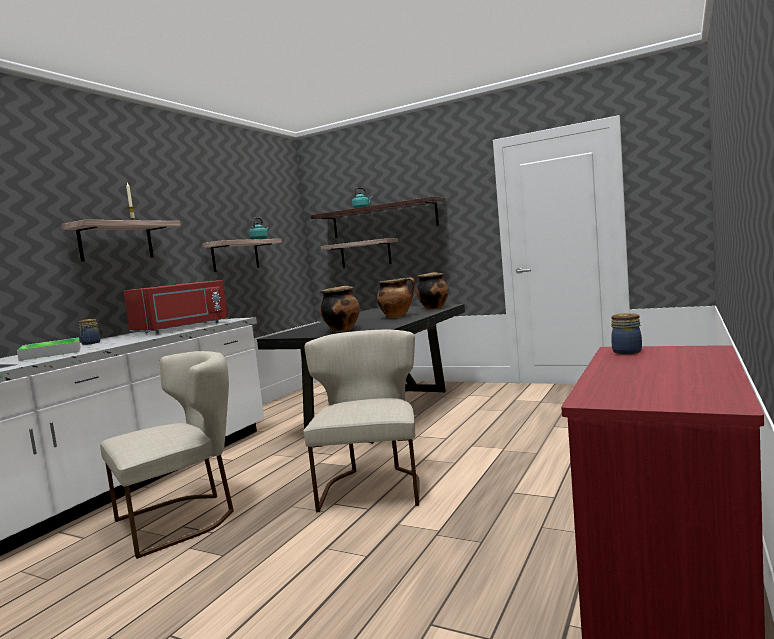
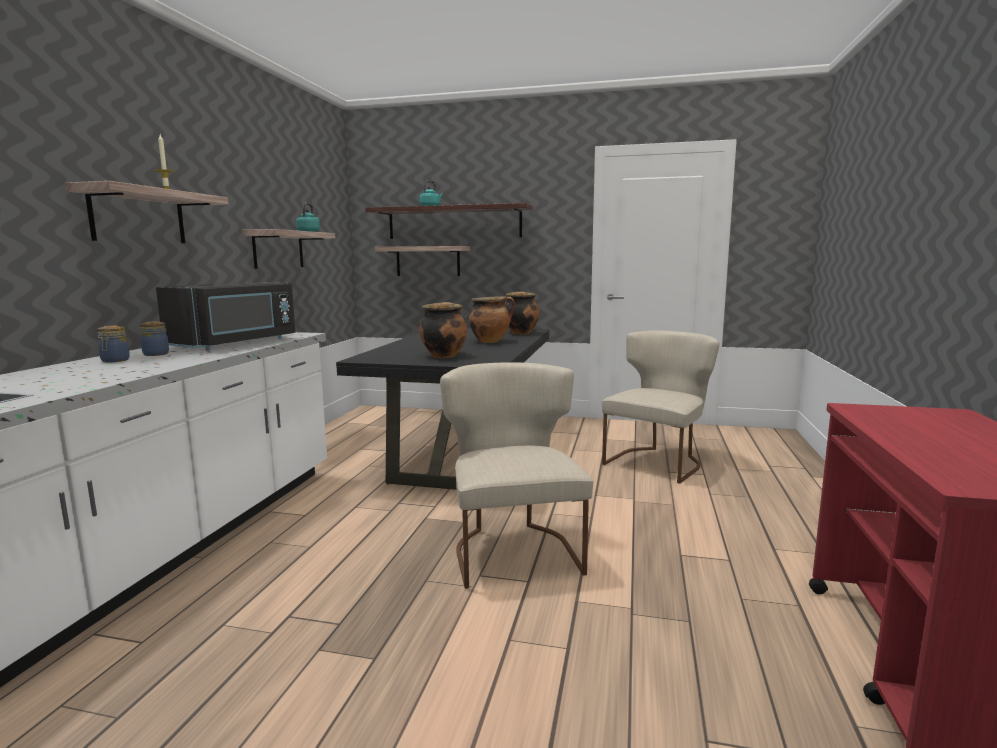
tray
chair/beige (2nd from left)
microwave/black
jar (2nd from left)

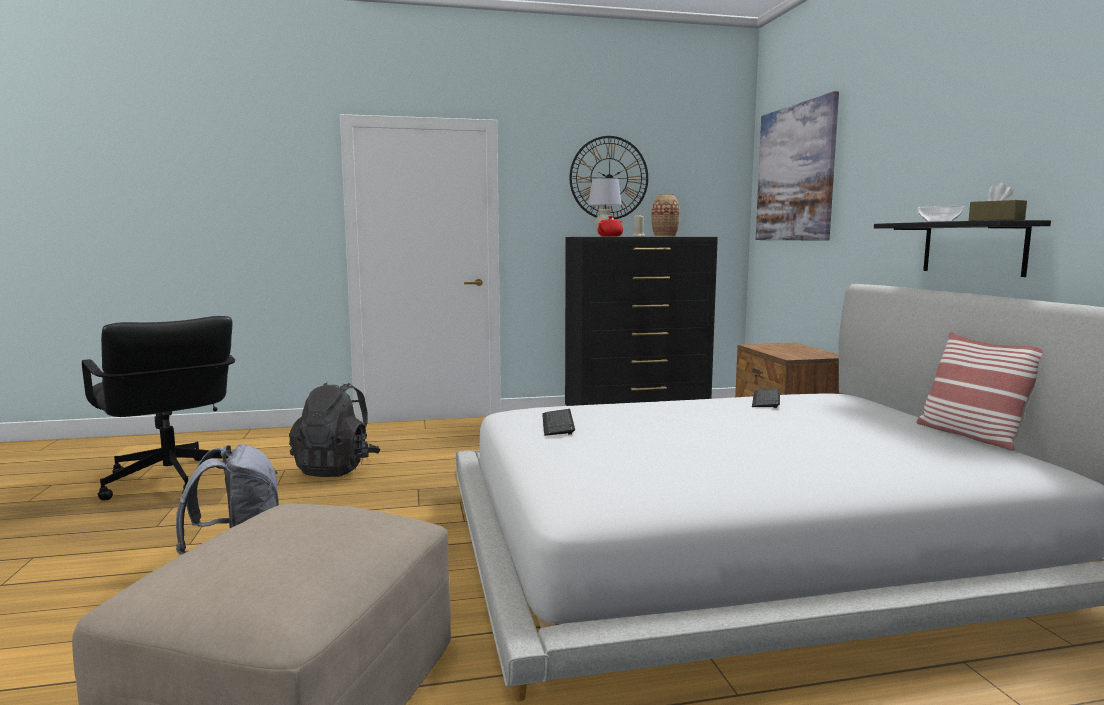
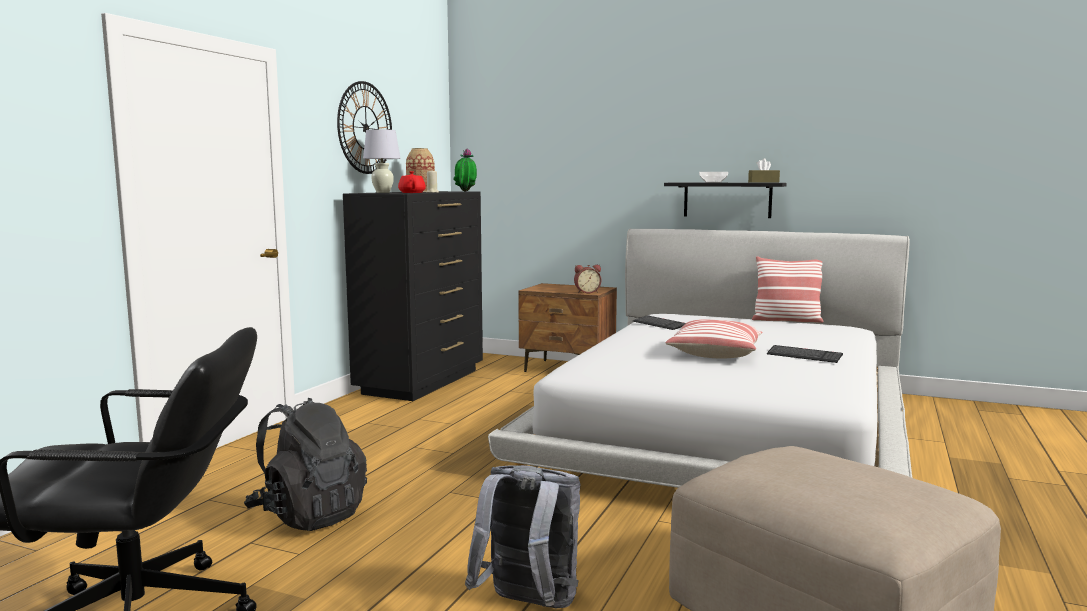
keyboard (2nd from left)
picture
potted plant
alarm clock
pillow (1st from left)

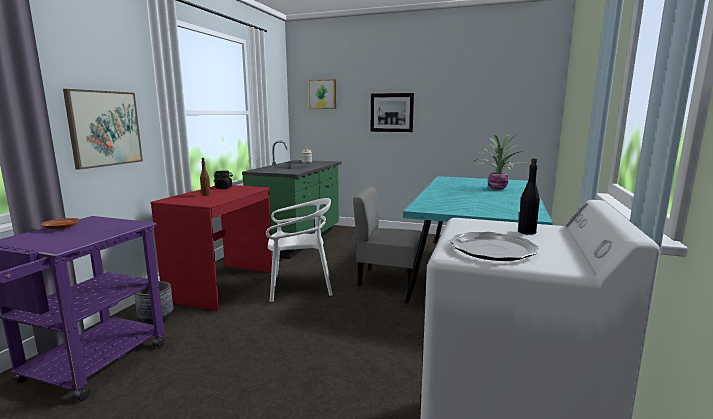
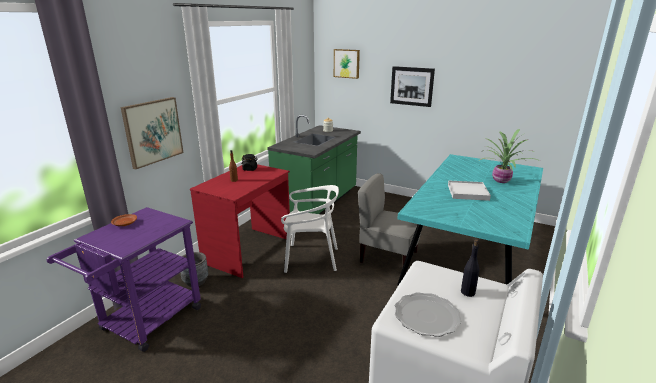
tray/white

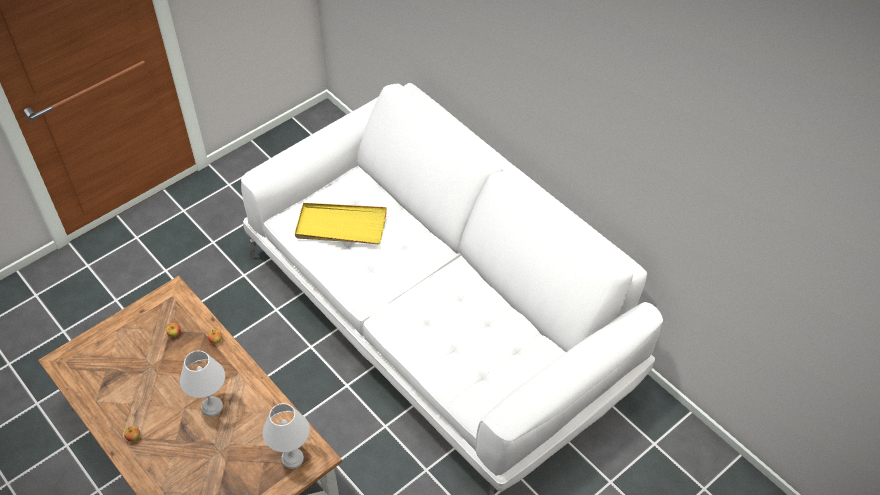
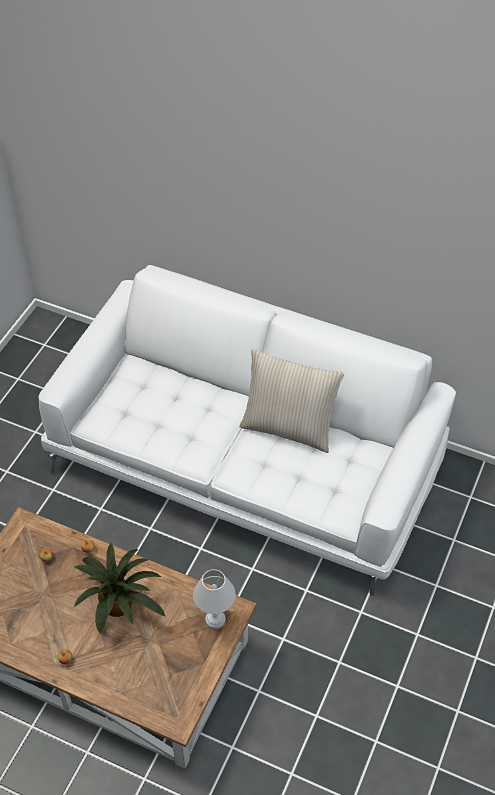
potted plant
tray/yellow
pillow/beige

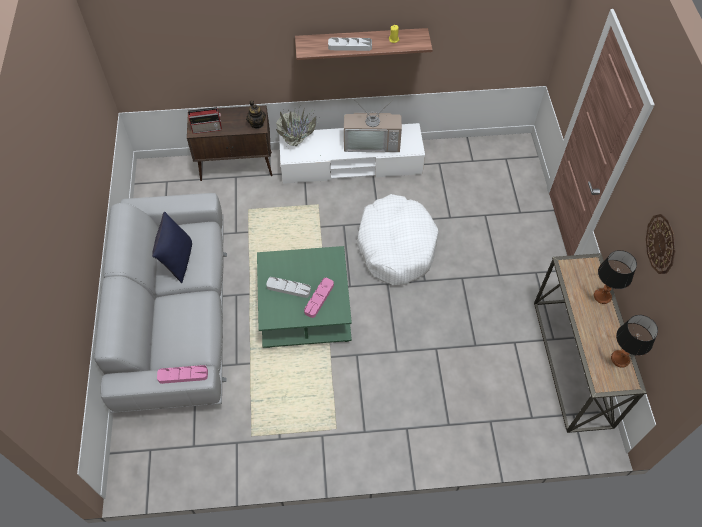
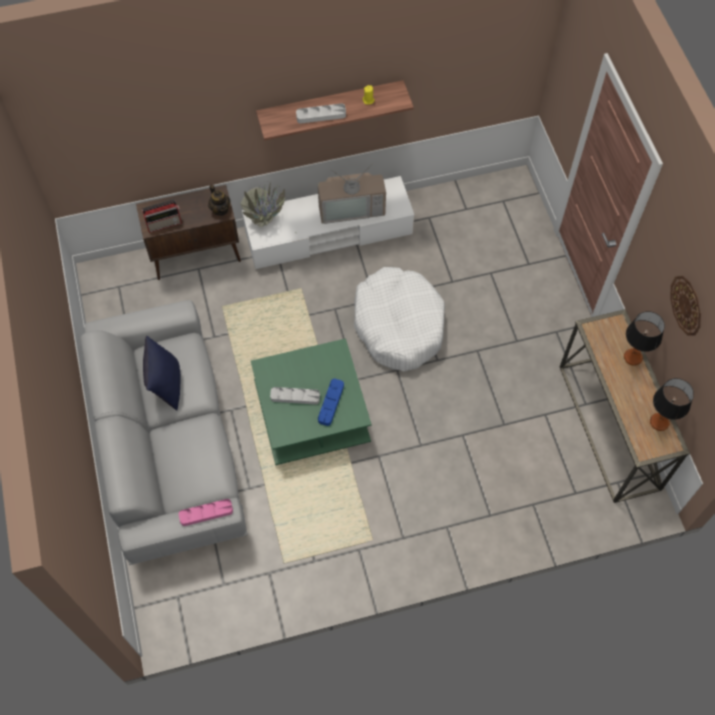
tray/blue

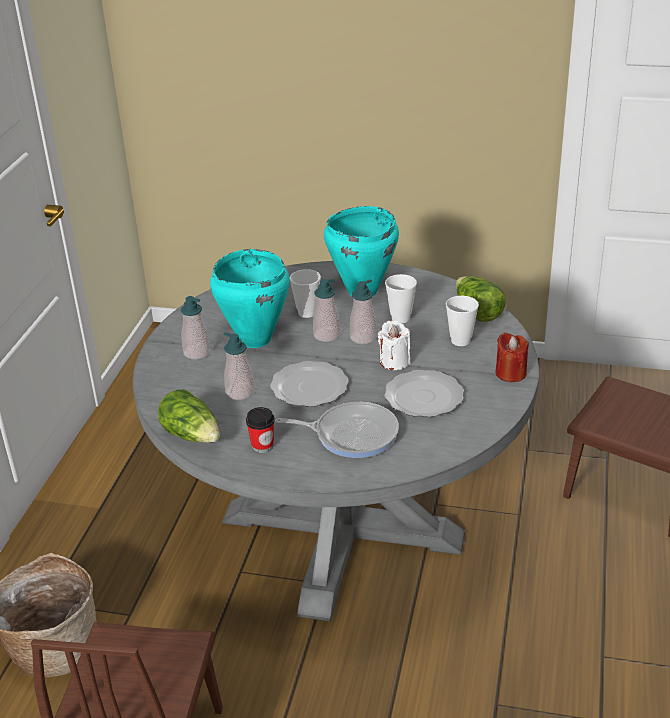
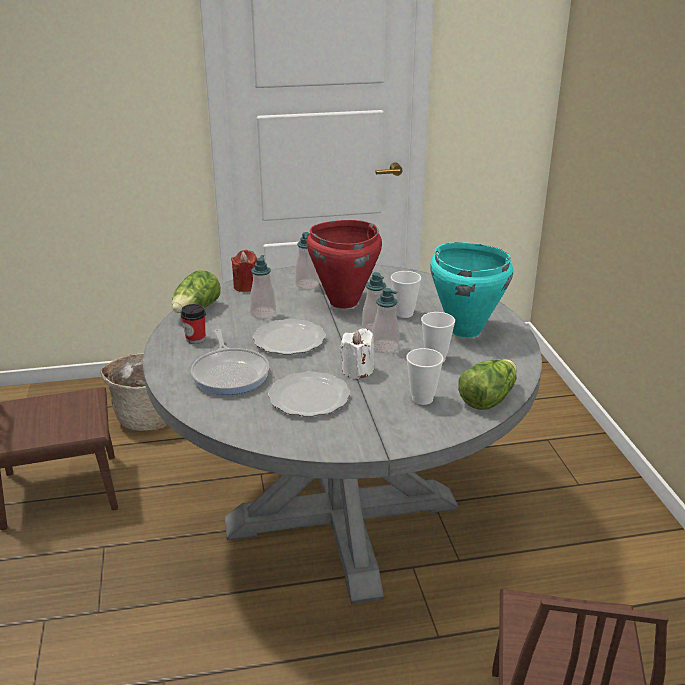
cooking pot/red
candle/red

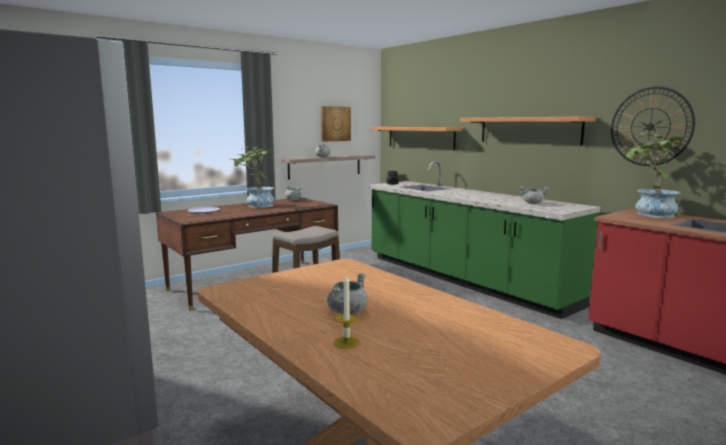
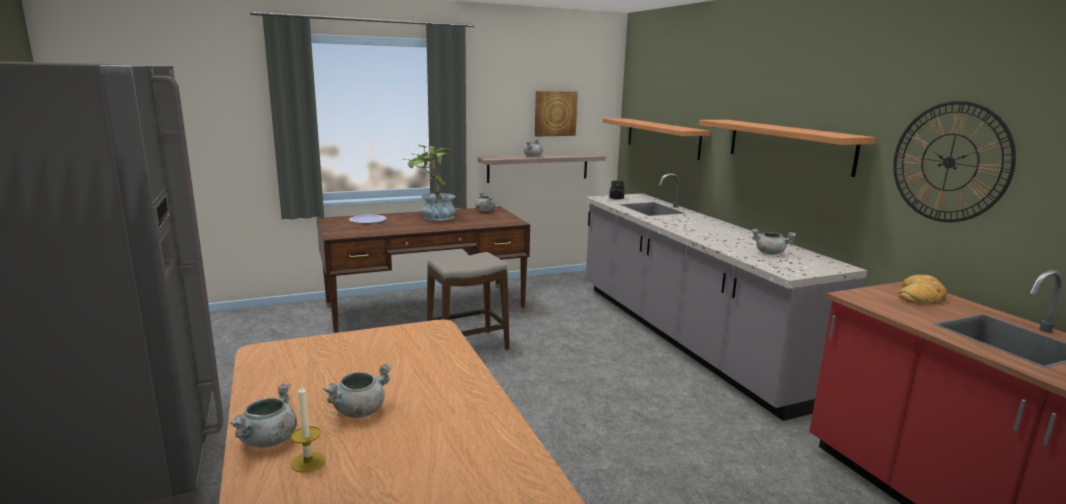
counter/grey
bread
cooking pot/grey (1st from left)

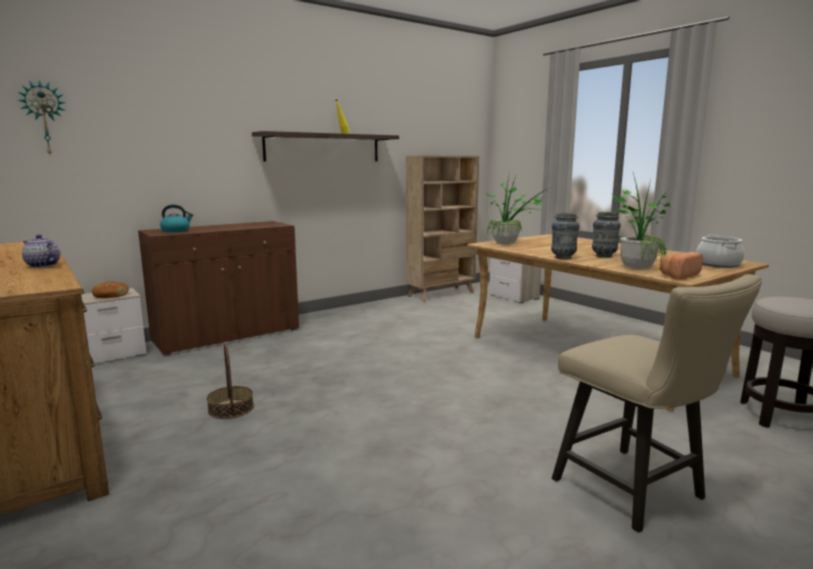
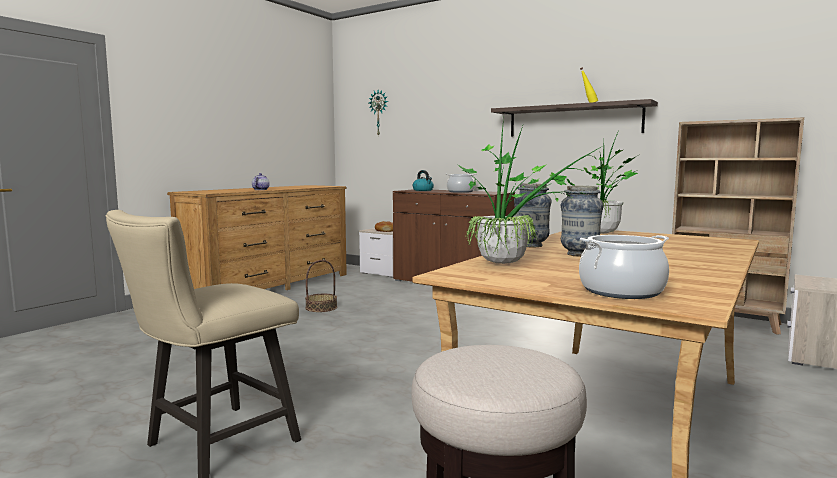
bread (2nd from left in the first image)
cooking pot (1st from left)

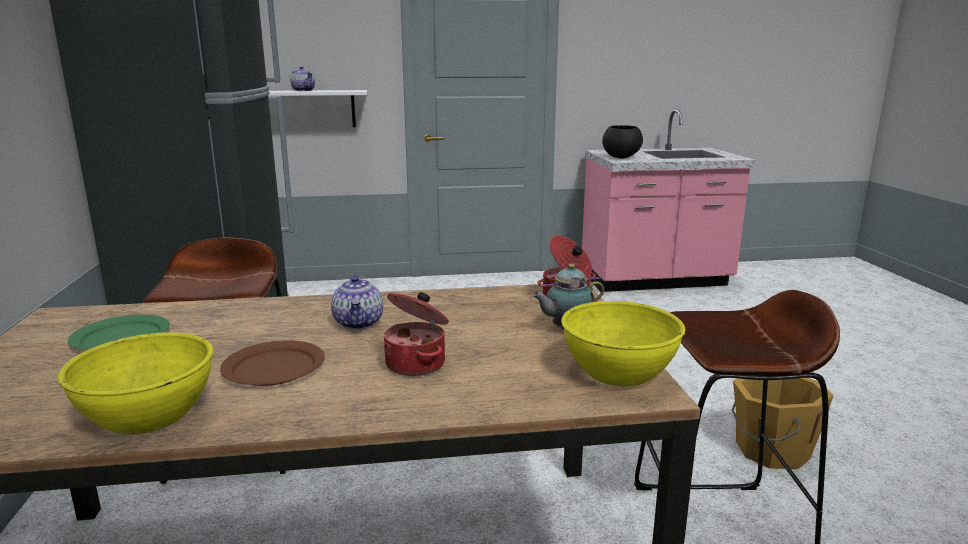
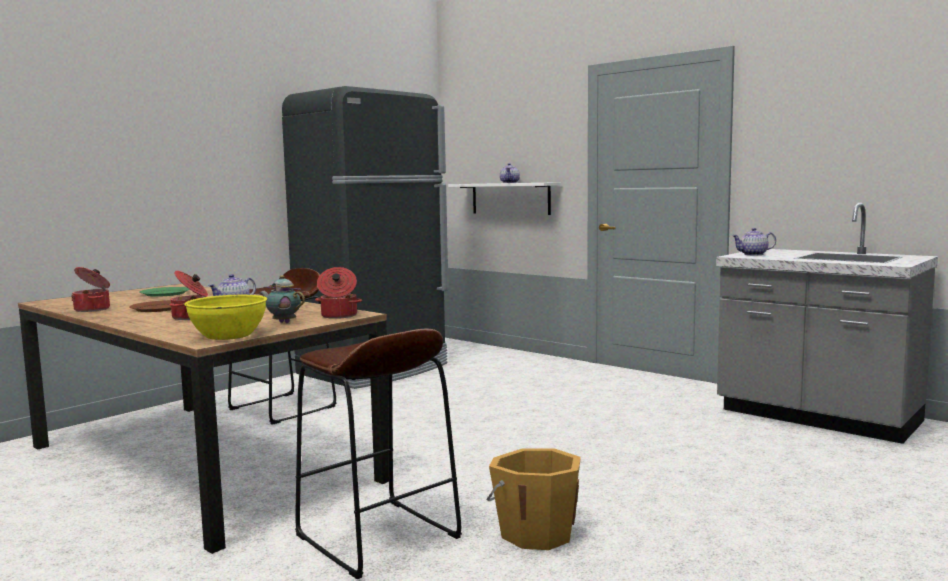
cooking pot (1st from left)
counter/grey
teapot (4th from left)

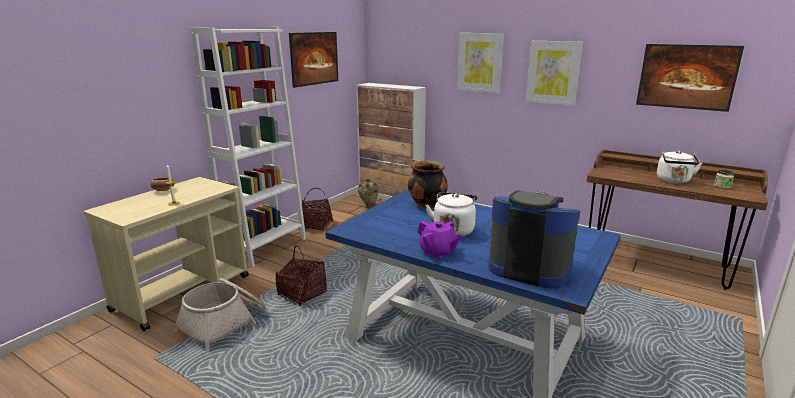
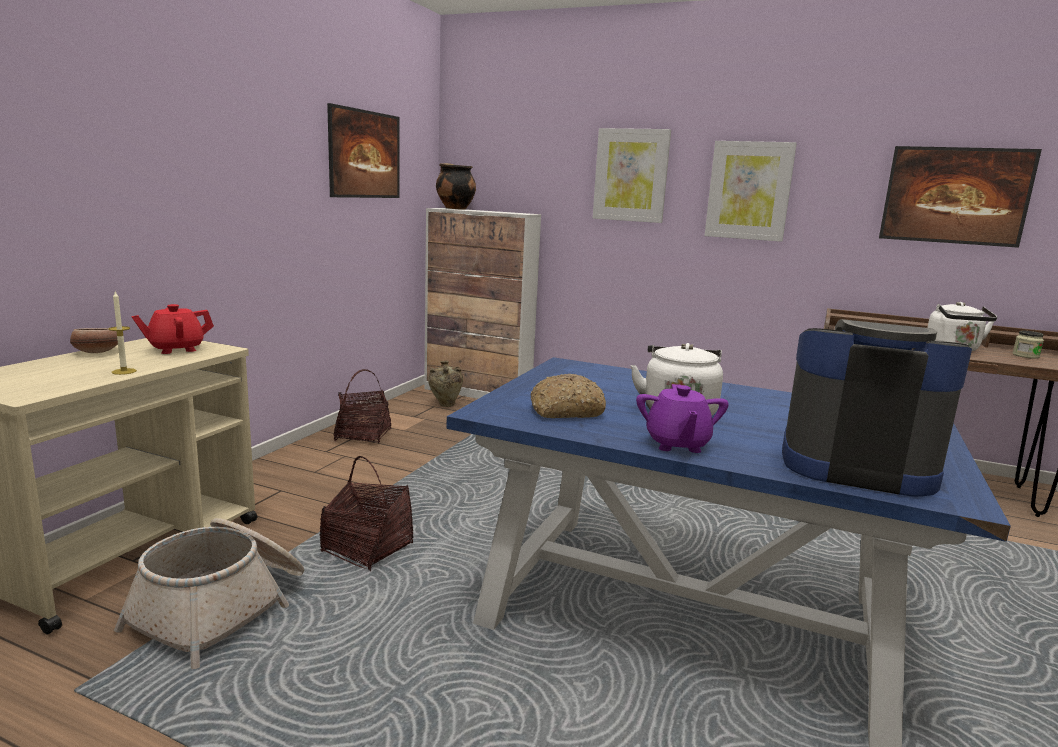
bookcase/white
cooking pot
teapot/purple
teapot/red
bread

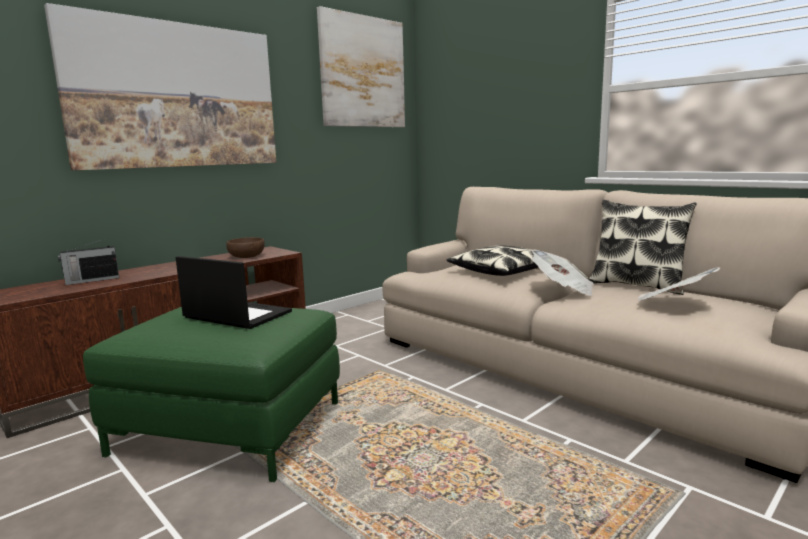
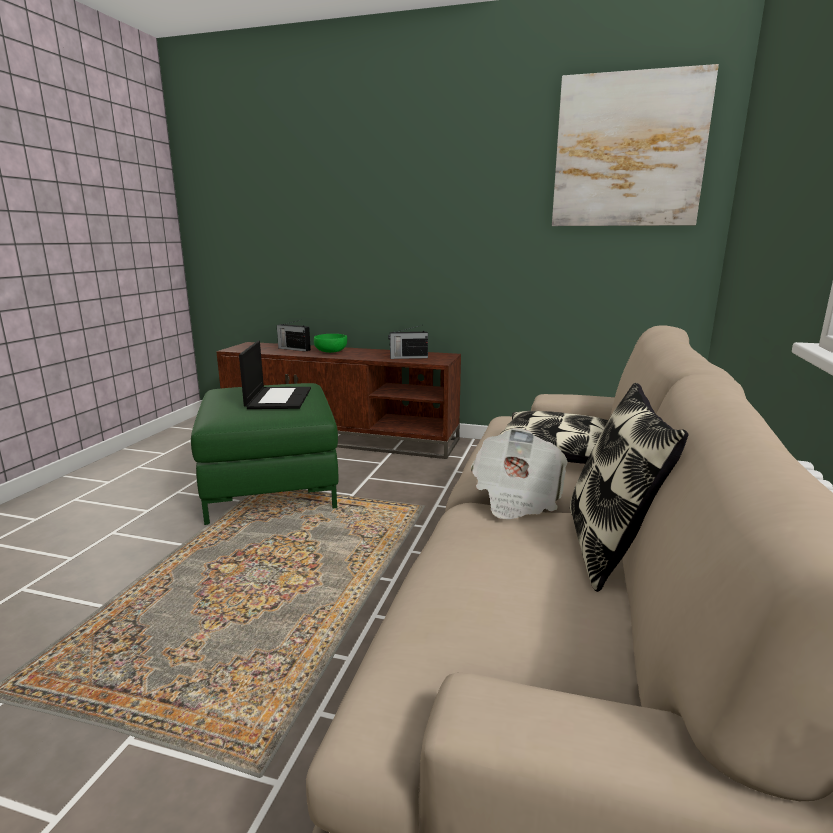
picture (1st from left in the first image)
radio (2nd from left)
newspaper (2nd from left in the first image)
bowl/green

